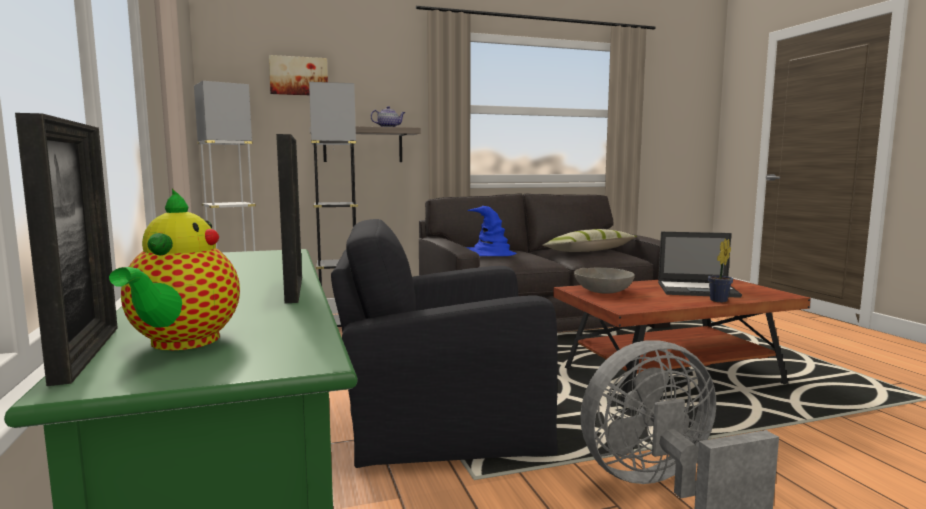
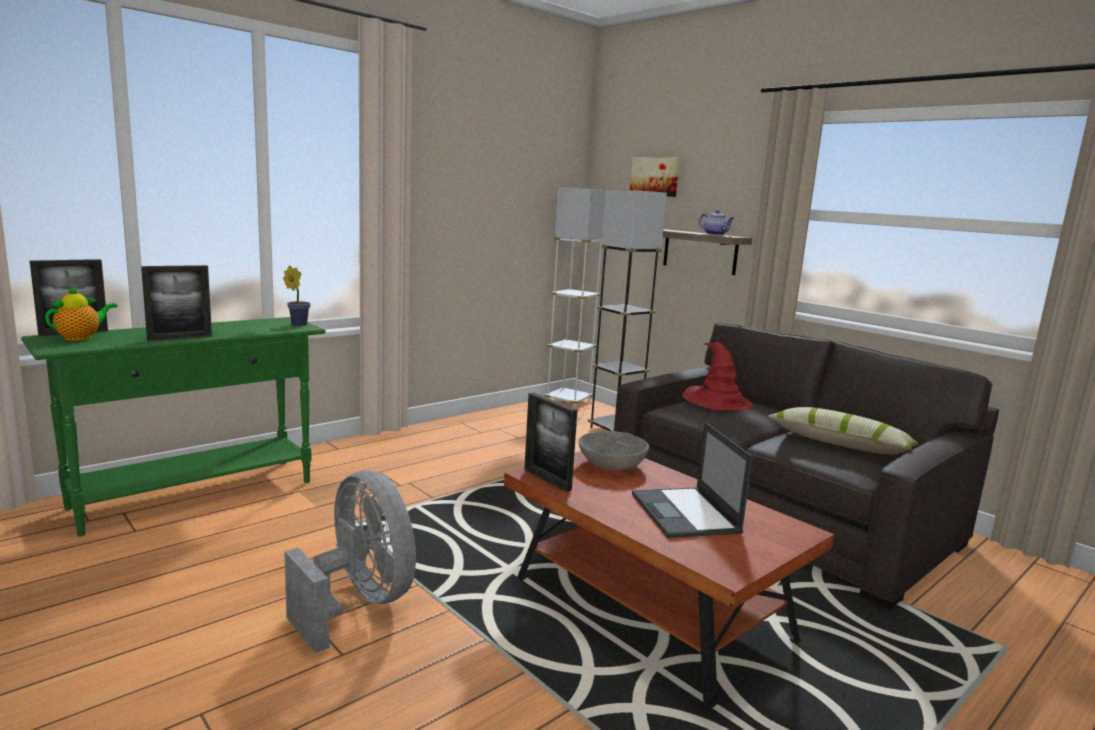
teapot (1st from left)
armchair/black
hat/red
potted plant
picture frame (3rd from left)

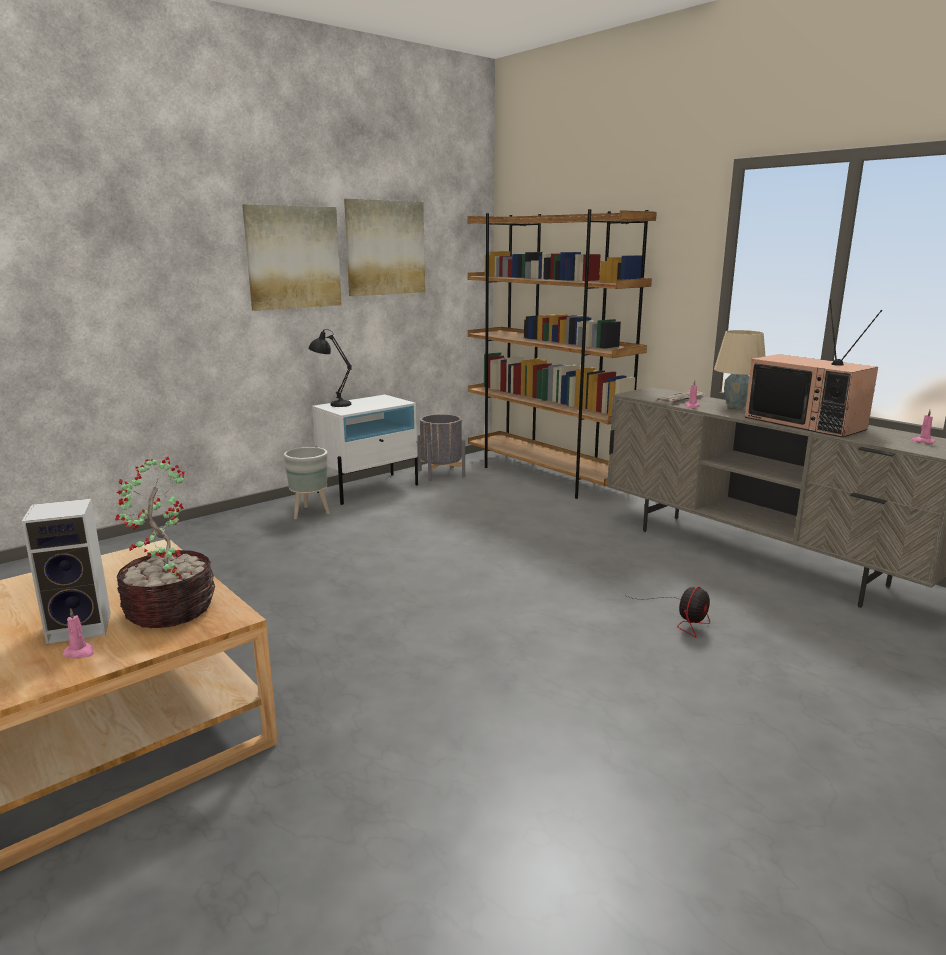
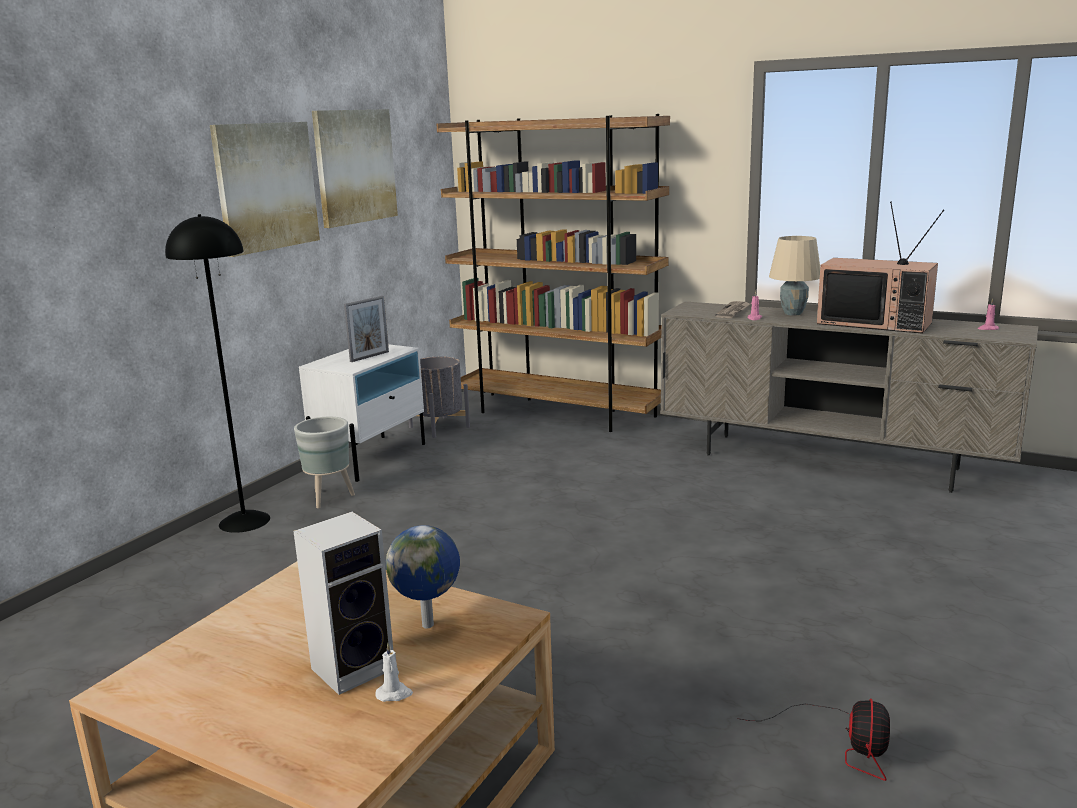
candle/white
globe
table lamp/black
fan
floor lamp/black
picture frame

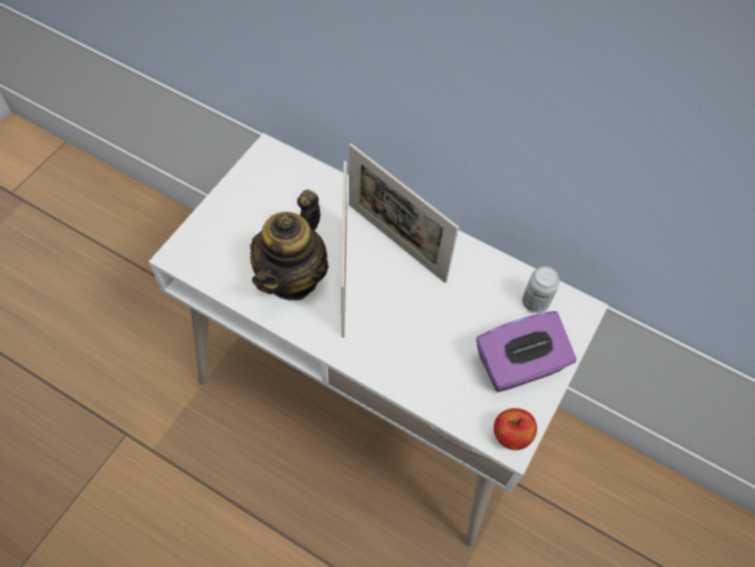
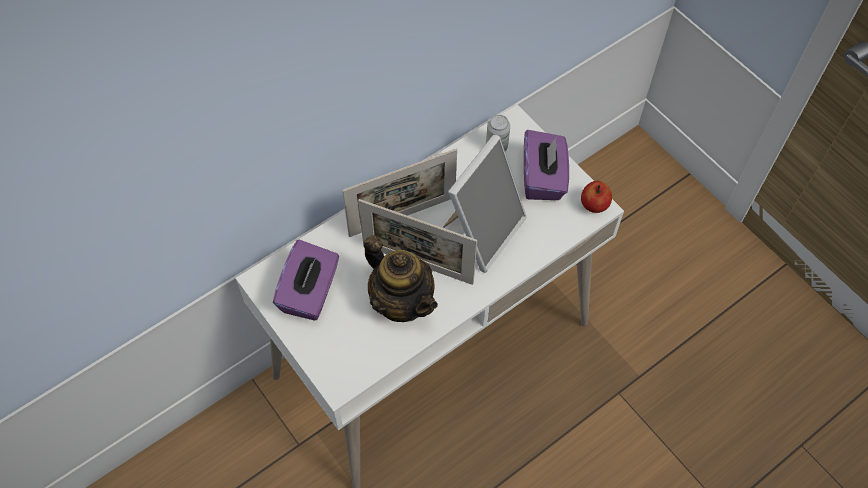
tissue box/purple (1st from left)
picture frame (3rd from left)

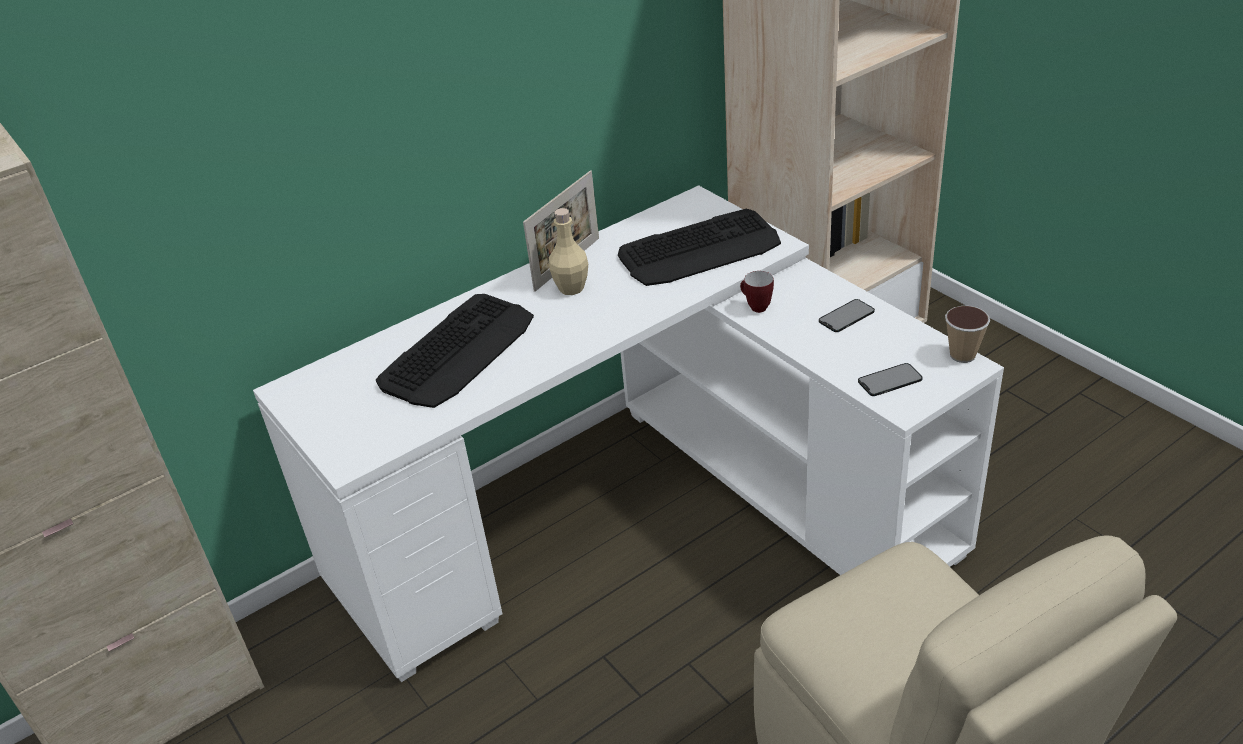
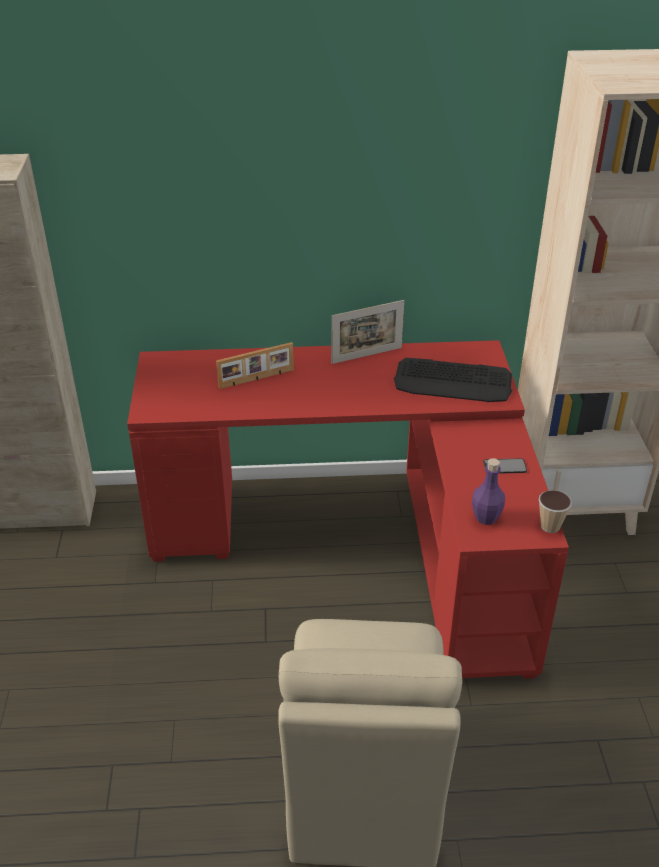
desk/red
picture frame (1st from left)
bottle/beige
mug
bottle/purple

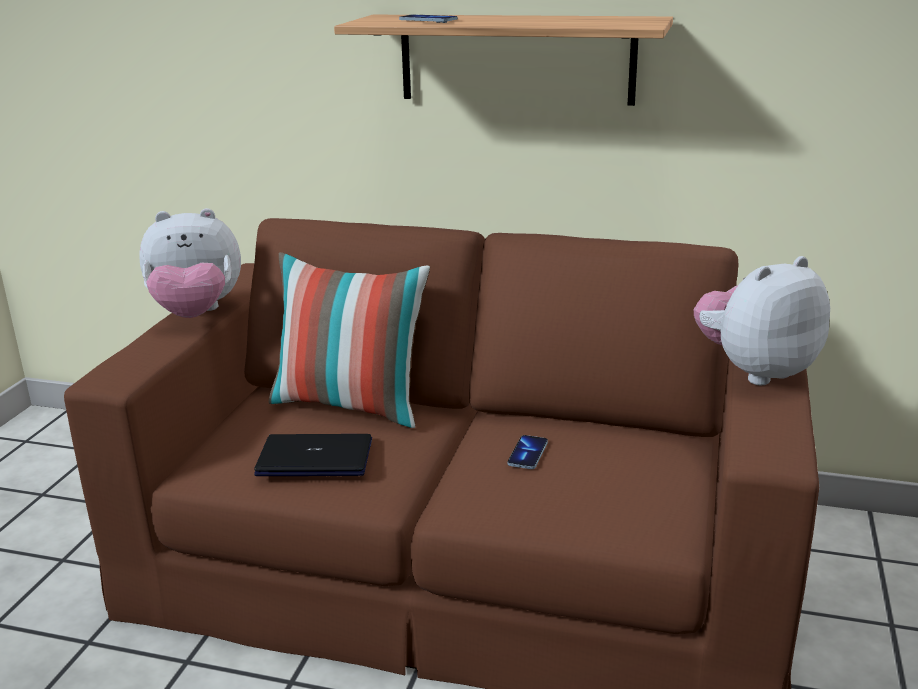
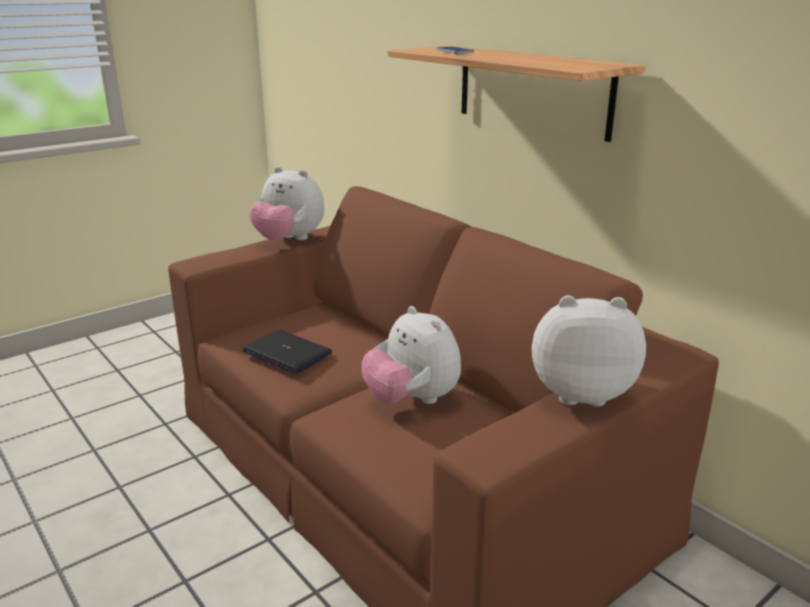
pillow
plush toy (2nd from left)

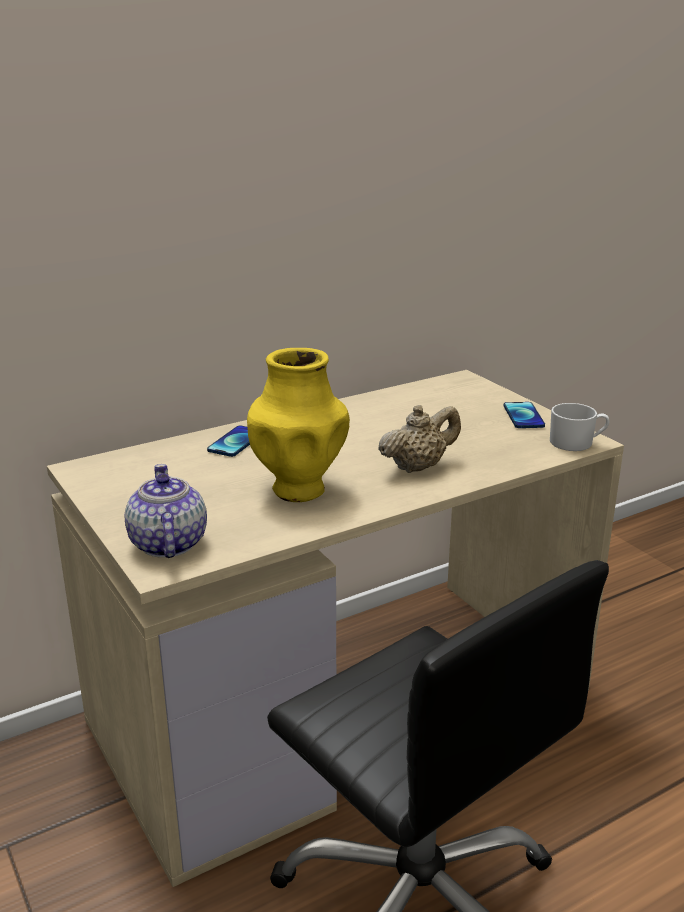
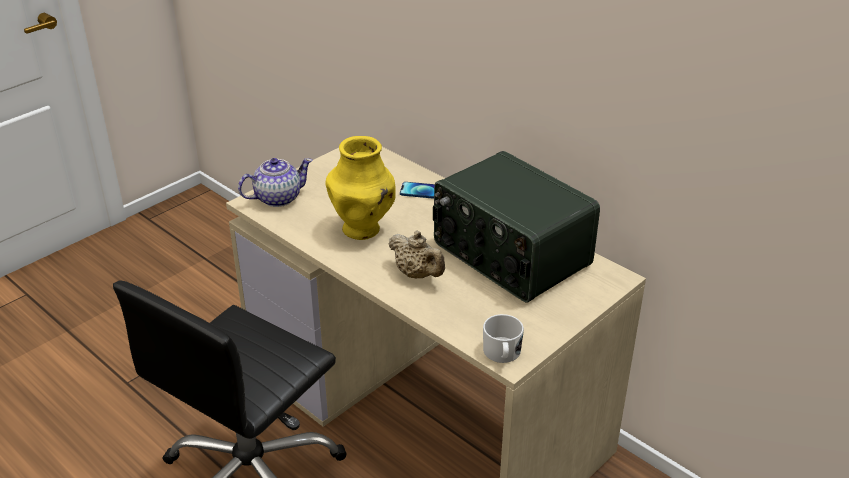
phone (2nd from left in the first image)
radio

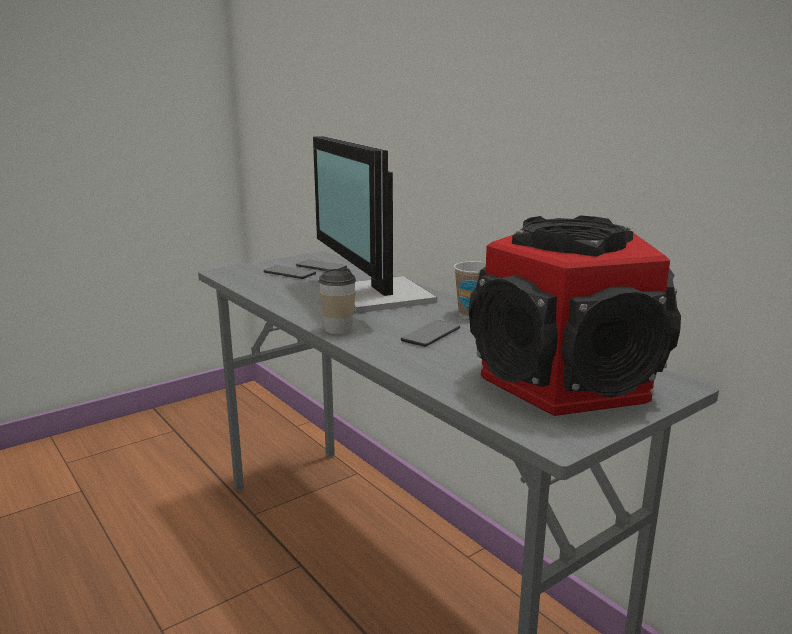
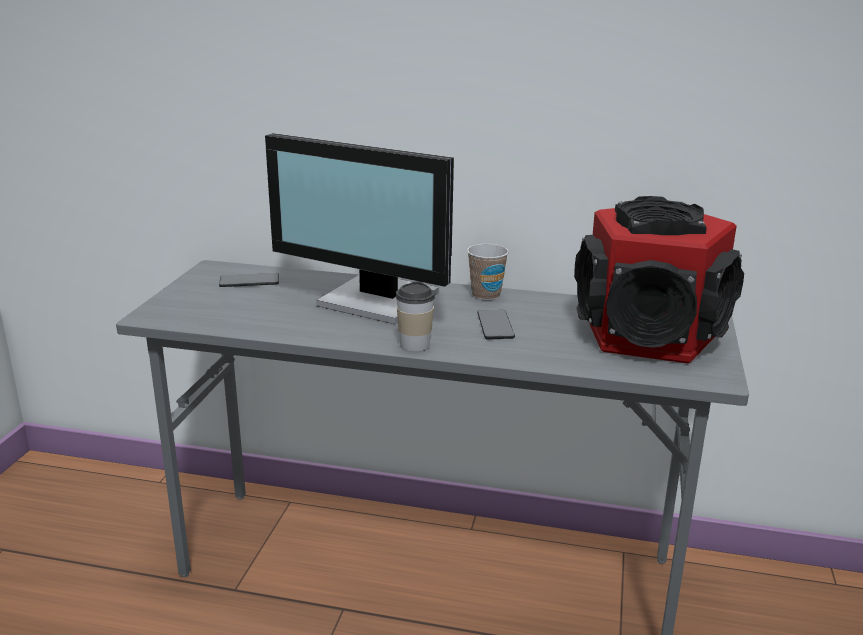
phone (1st from left in the first image)

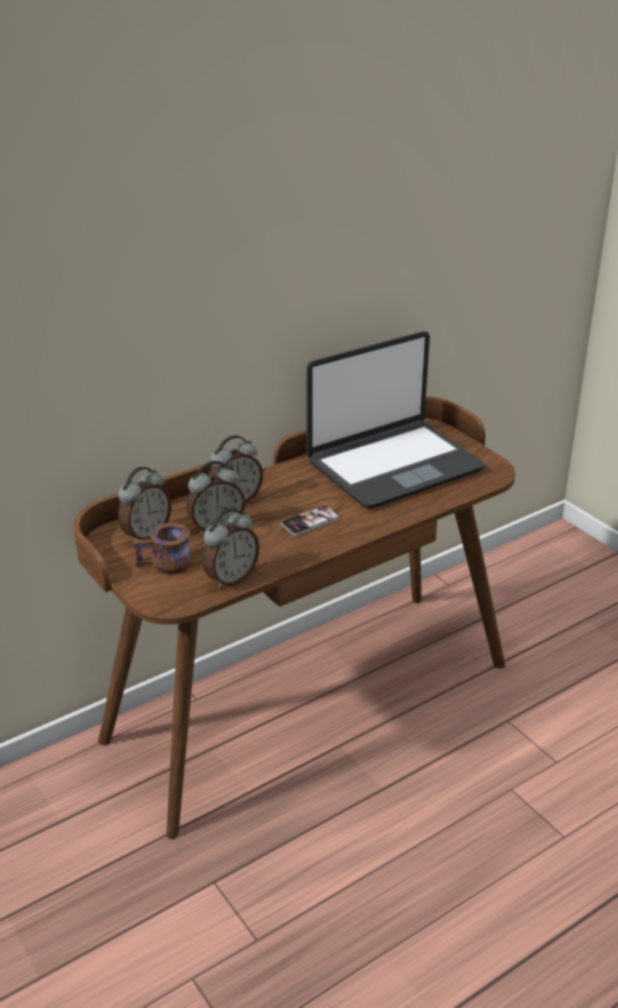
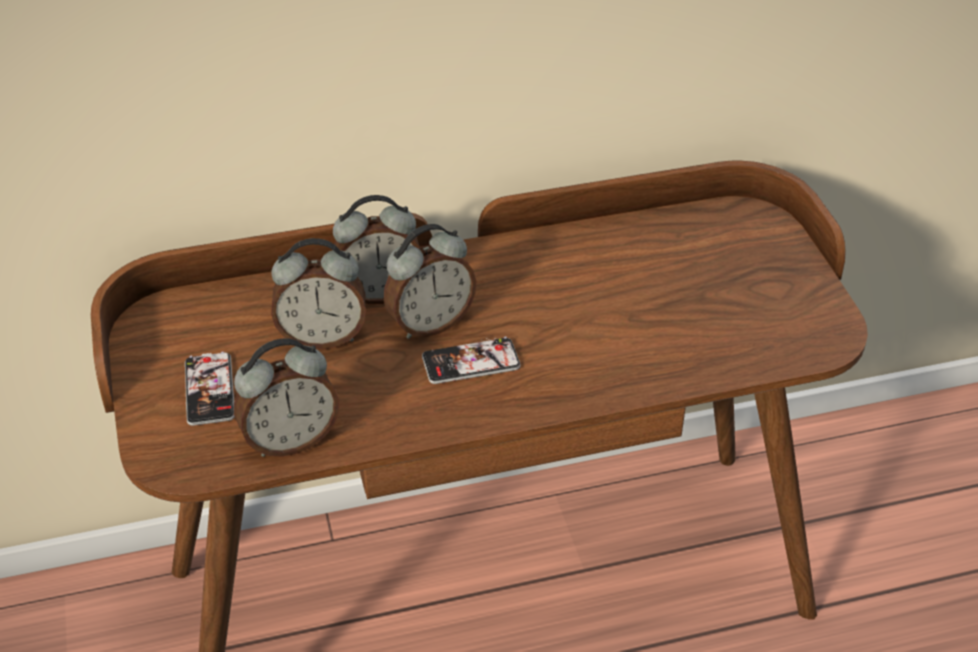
alarm clock (4th from left)
phone (1st from left)
laptop

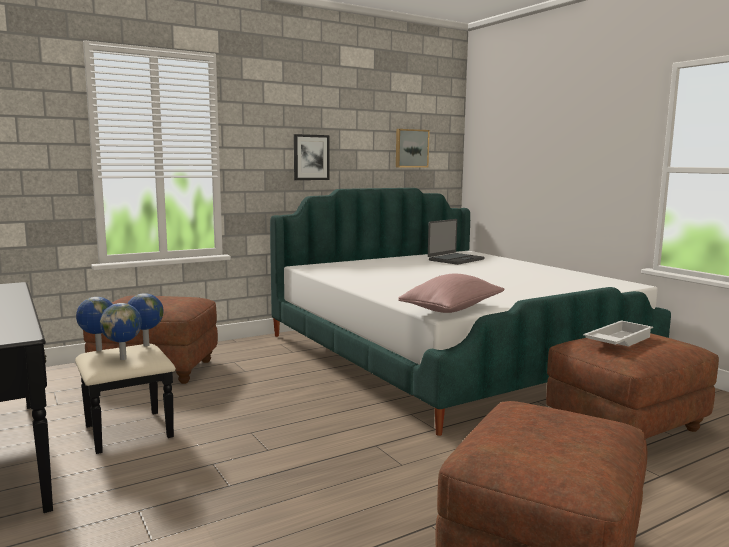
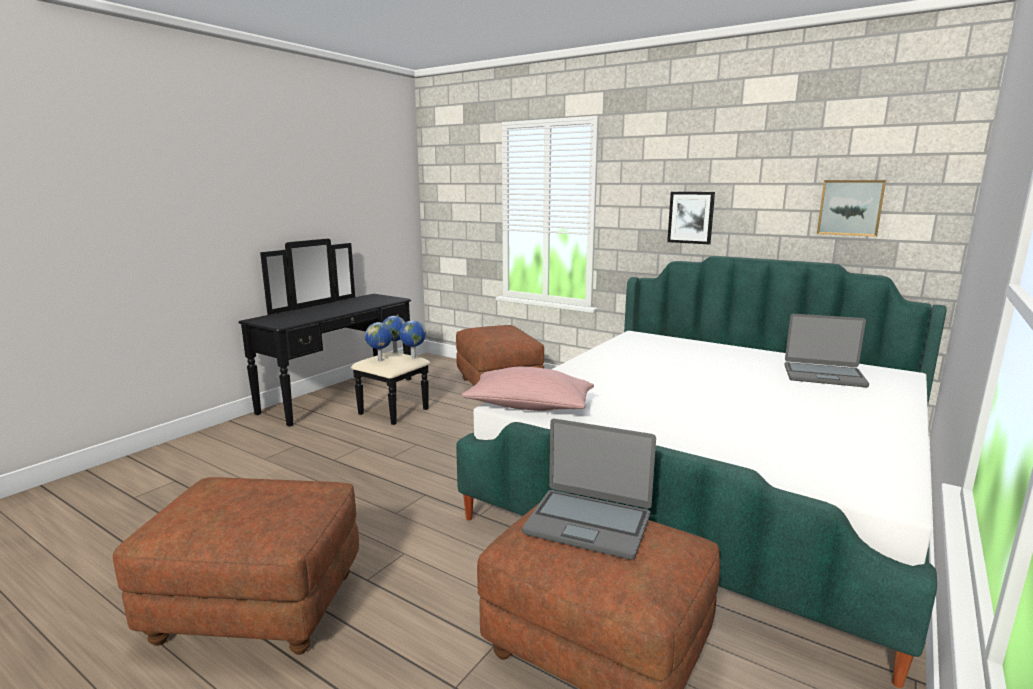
laptop (1st from left)

